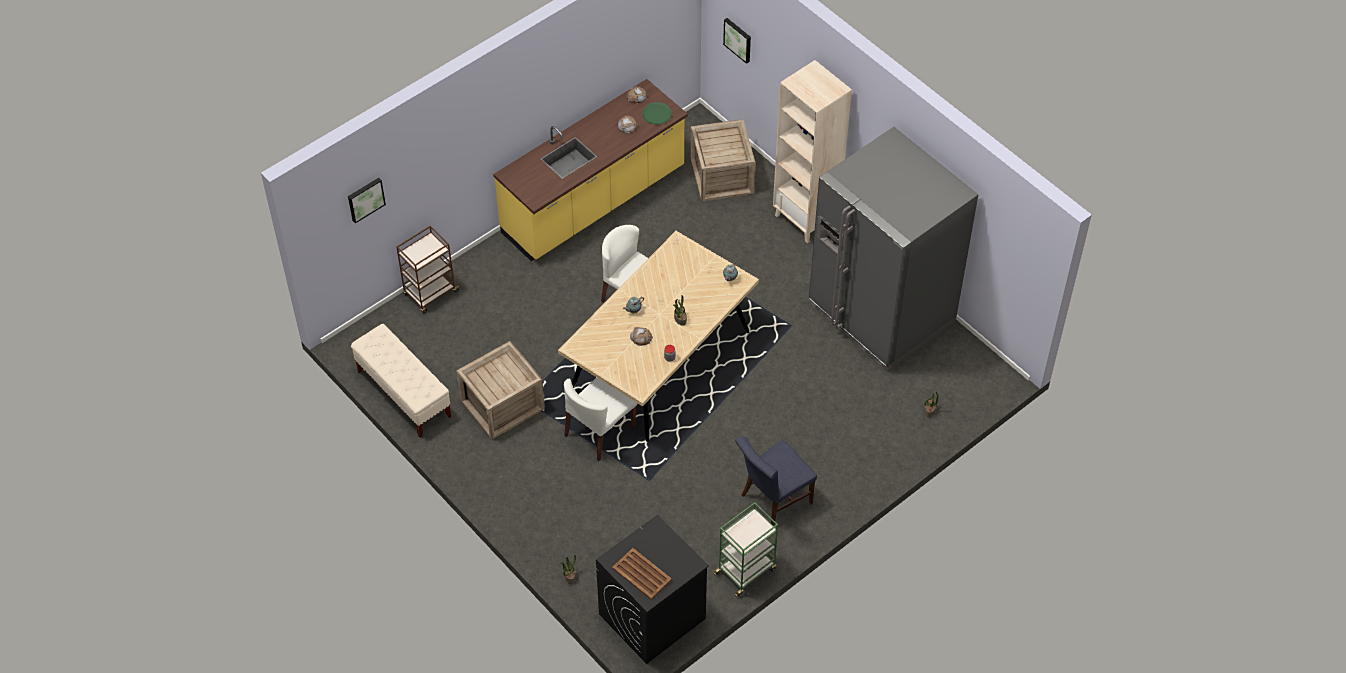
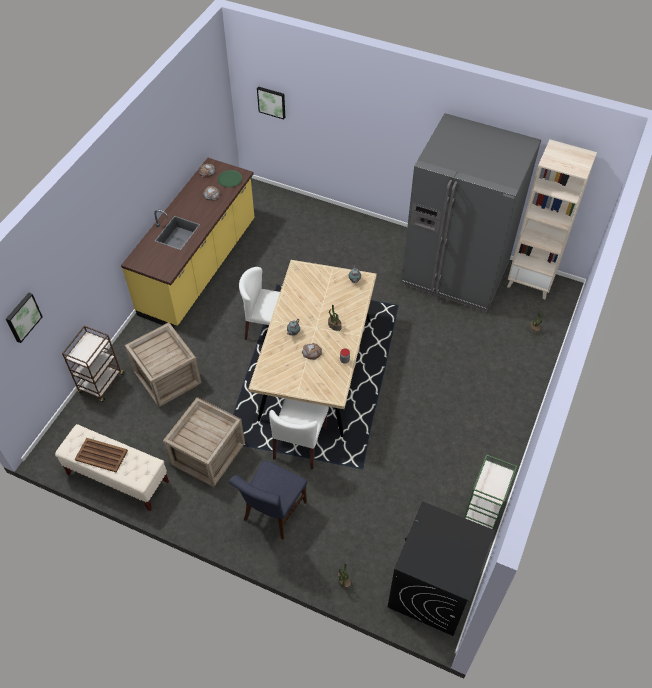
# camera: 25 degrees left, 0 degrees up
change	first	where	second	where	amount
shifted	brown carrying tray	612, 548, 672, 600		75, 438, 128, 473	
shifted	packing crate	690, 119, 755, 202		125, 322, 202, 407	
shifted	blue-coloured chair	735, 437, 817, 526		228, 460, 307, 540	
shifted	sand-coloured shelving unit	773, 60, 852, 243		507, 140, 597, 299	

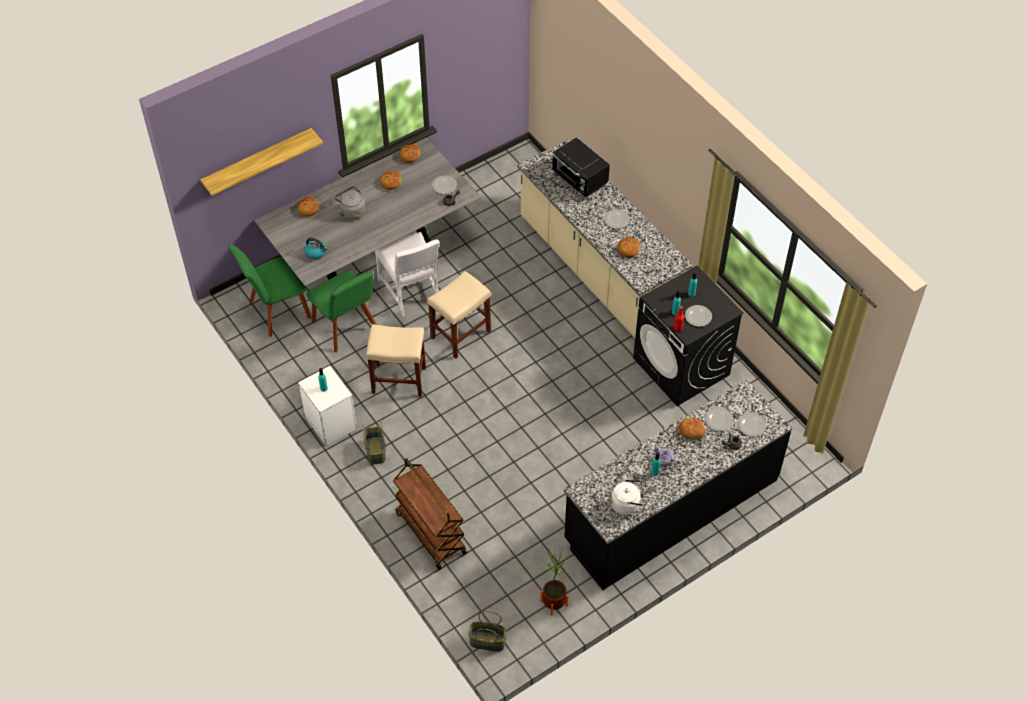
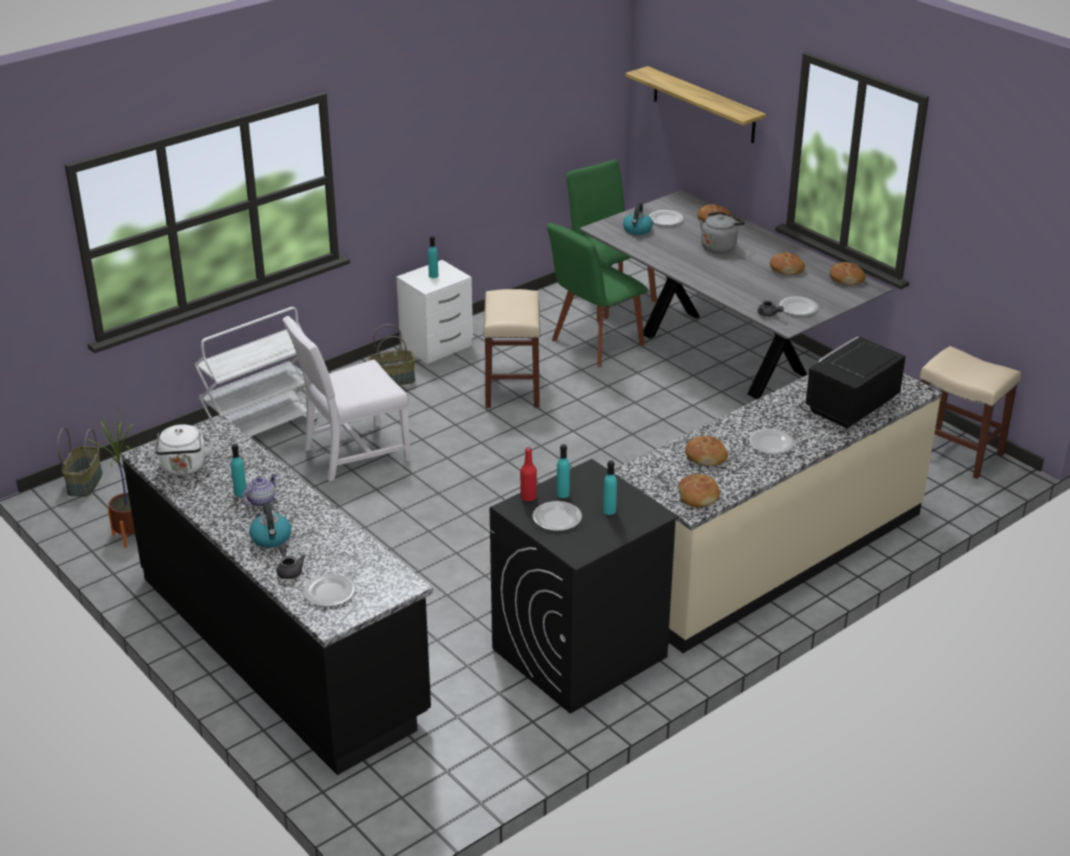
# camera: 85 degrees right, 20 degrees down
change	first	where	second	where	amount
repainted	brown trolley	393, 458, 467, 570	white-coloured trolley	194, 307, 318, 437	
new			tea kettle	249, 502, 291, 548	
shifted	white-coloured chair	375, 232, 439, 316		282, 316, 411, 481	
shifted	flat dish	705, 407, 733, 431		649, 210, 684, 226	
shifted	bread	679, 418, 706, 440		678, 474, 720, 507	
shifted	sand-coloured sitting stool	427, 271, 491, 359		920, 346, 1021, 479	

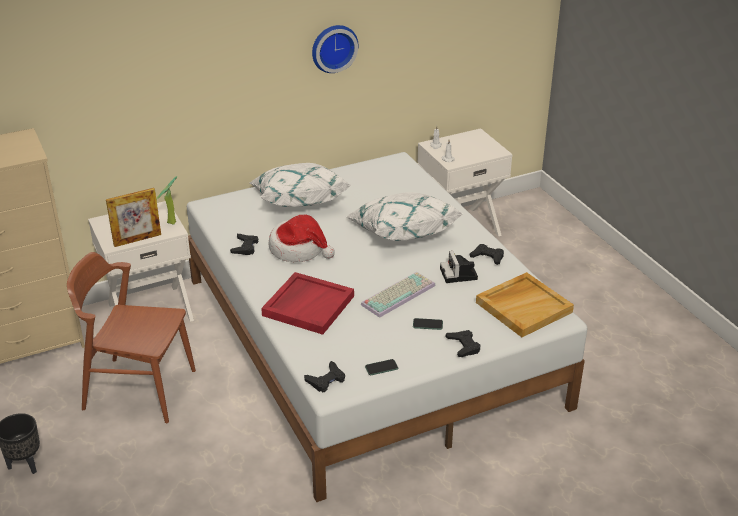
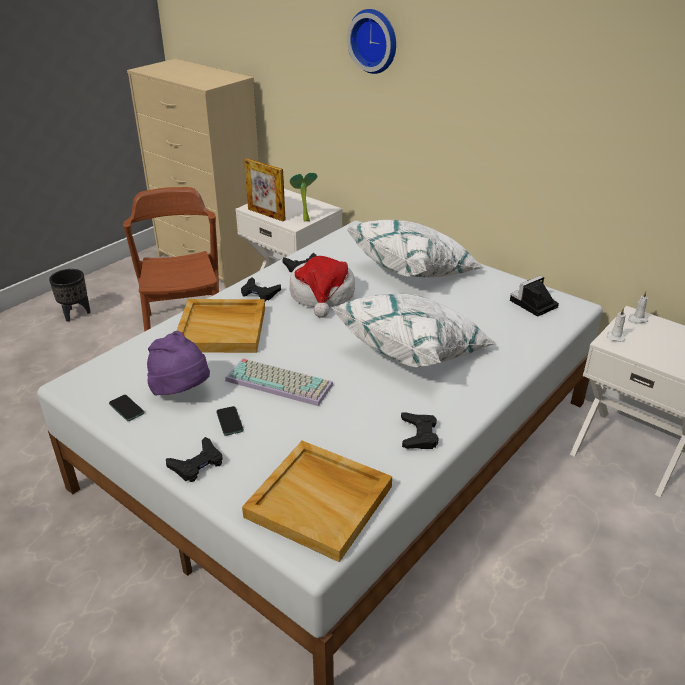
# camera: 65 degrees right, 0 degrees up
change	first	where	second	where	amount
new			purple clothing hat	147, 331, 210, 396	
repainted	red carrying tray	261, 272, 354, 335	sand-coloured carrying tray	177, 299, 265, 353	
shifted	blackish game controller	304, 361, 345, 392		241, 277, 281, 302	
shifted	wall clock	312, 25, 358, 73		347, 9, 396, 74	
shifted	photo camera	440, 251, 478, 283		510, 276, 559, 317	

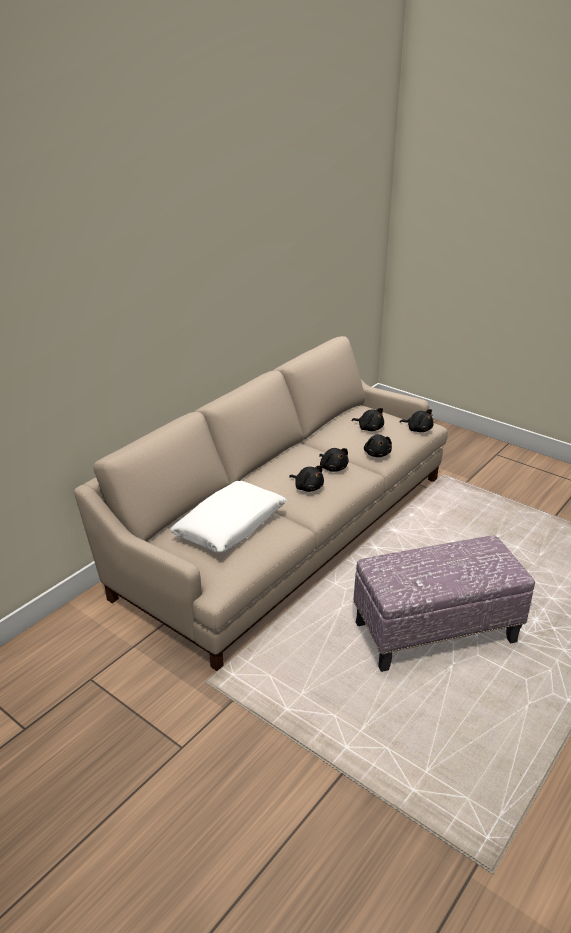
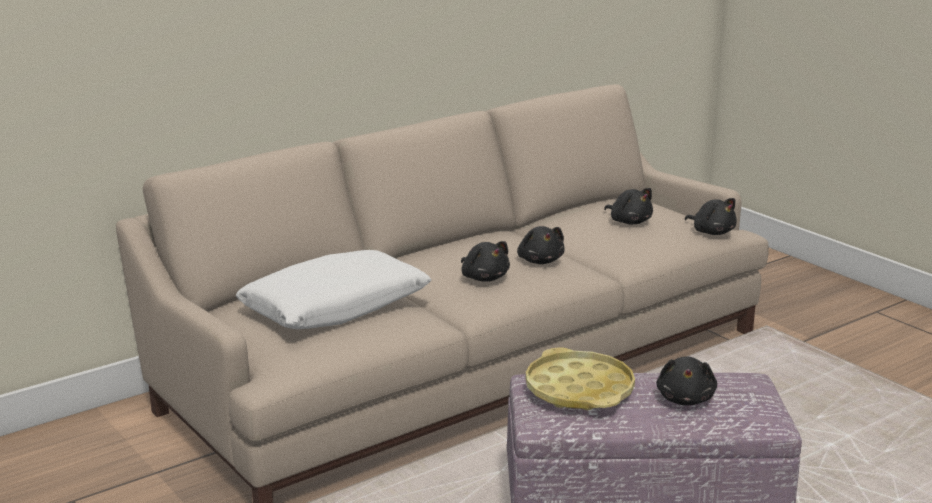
# camera: 15 degrees right, 10 degrees down
change	first	where	second	where	amount
new			yellowish carrying tray	526, 347, 635, 410	
shifted	blackish plush toy	364, 434, 392, 457		656, 356, 717, 405	

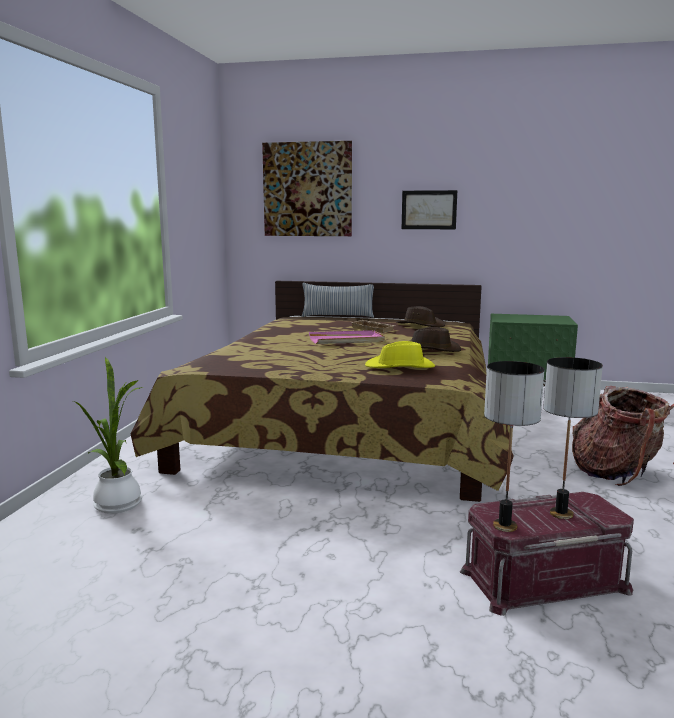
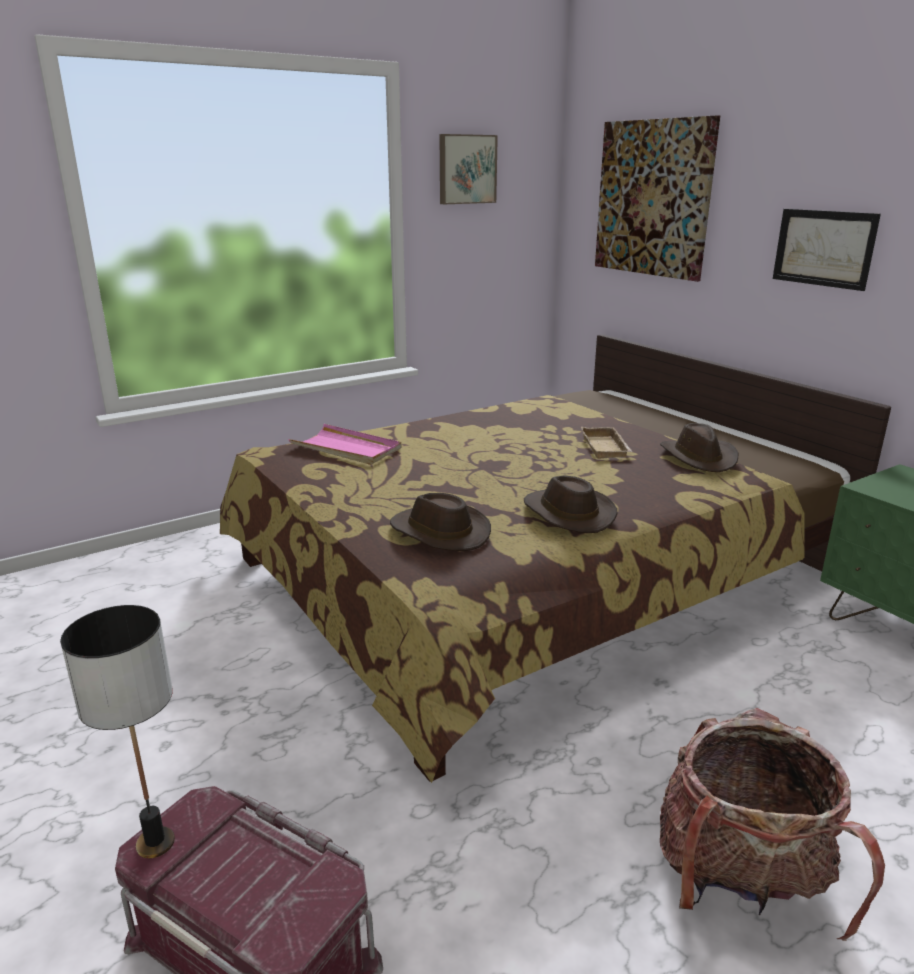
# camera: 45 degrees right, 10 degrees up
change	first	where	second	where	amount
shifted	pink-coloured carrying tray	309, 330, 385, 344		288, 424, 401, 465	
repainted	yellowish clothing hat	365, 341, 435, 368	brown clothing hat	390, 493, 491, 551	
new			wall art	439, 134, 498, 204	
gone	potted plant	73, 357, 143, 514			
gone	pillow	302, 283, 374, 318			
gone	lamp for a table	543, 357, 603, 519			

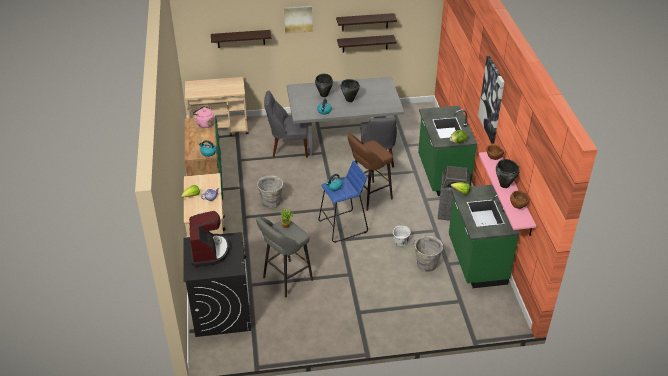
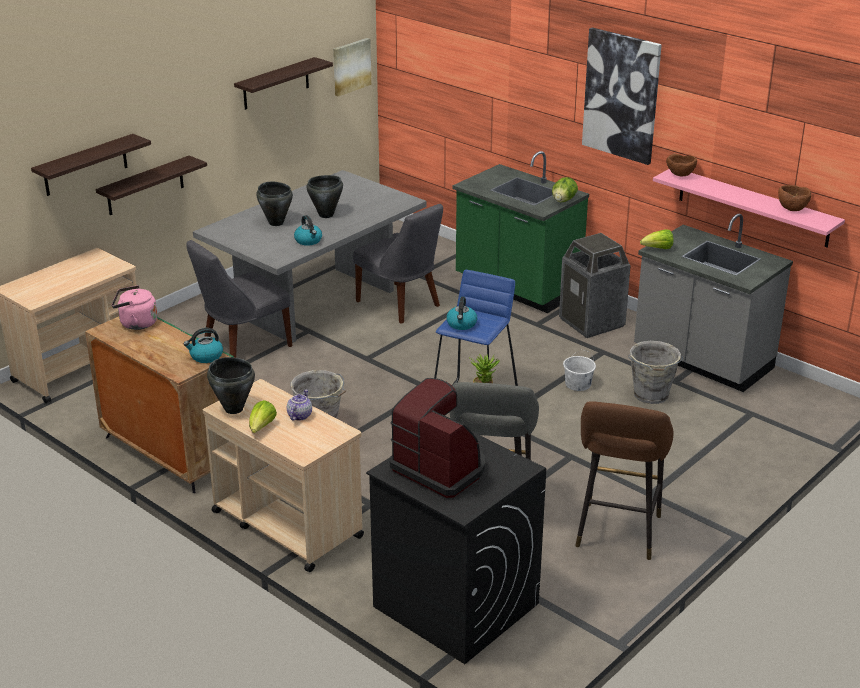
# camera: 40 degrees left, 10 degrees down
change	first	where	second	where	amount
shifted	bracket shelf	337, 35, 397, 53		96, 155, 207, 215	
shifted	blackish stockpot	496, 159, 519, 188		207, 357, 255, 414	
shifted	wall art	284, 6, 313, 34		333, 38, 371, 96	
shifted	brown sitting stool	348, 134, 393, 211		575, 401, 674, 560	
repainted	greenish kitchen base unit	449, 185, 520, 288	gray kitchen base unit	634, 214, 793, 392	

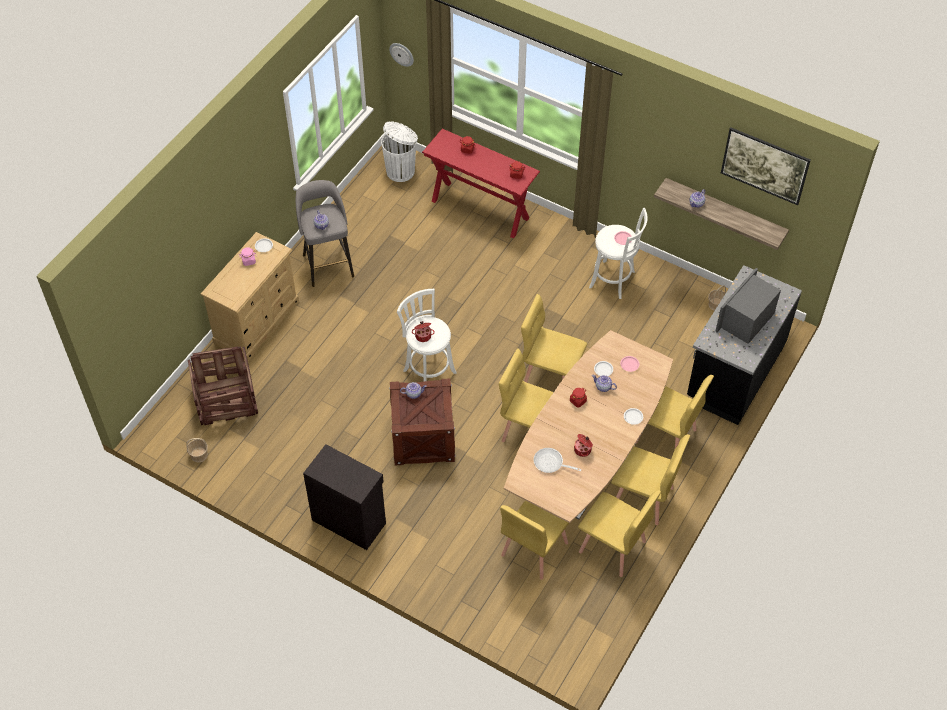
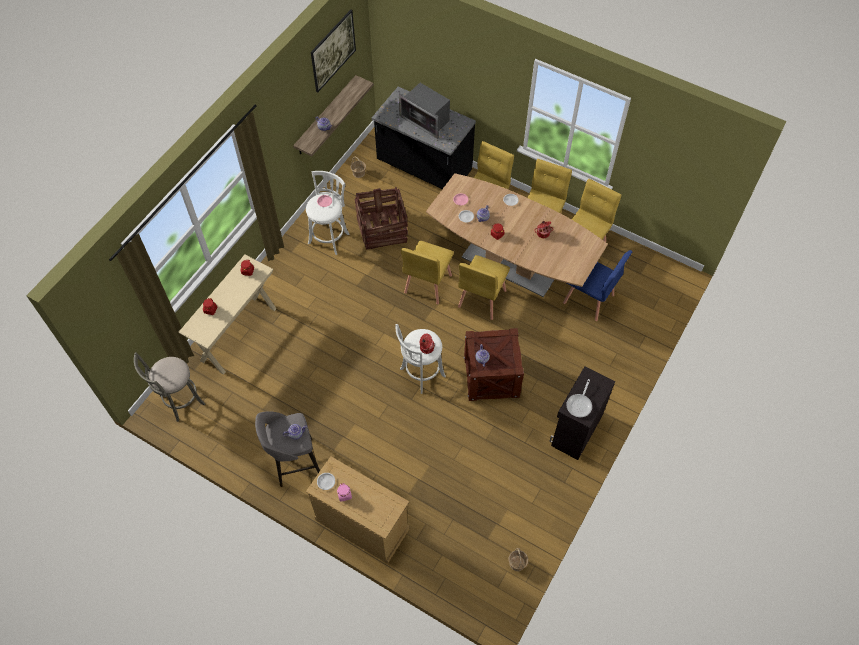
# camera: 90 degrees left, 5 degrees up
change	first	where	second	where	amount
swapped	white-coloured trash can	381, 121, 418, 182	gray sitting stool	134, 352, 205, 422	
repainted	red hall table	422, 129, 540, 239	sand-coloured hall table	178, 255, 277, 375	
shifted	packing crate	188, 346, 258, 425		355, 187, 408, 250	
repainted	yellowish chair	500, 500, 569, 580	blue-coloured chair	563, 250, 633, 321	
shifted	frying pan	534, 448, 581, 473		566, 379, 592, 417	
gone	wall clock	389, 43, 414, 67			

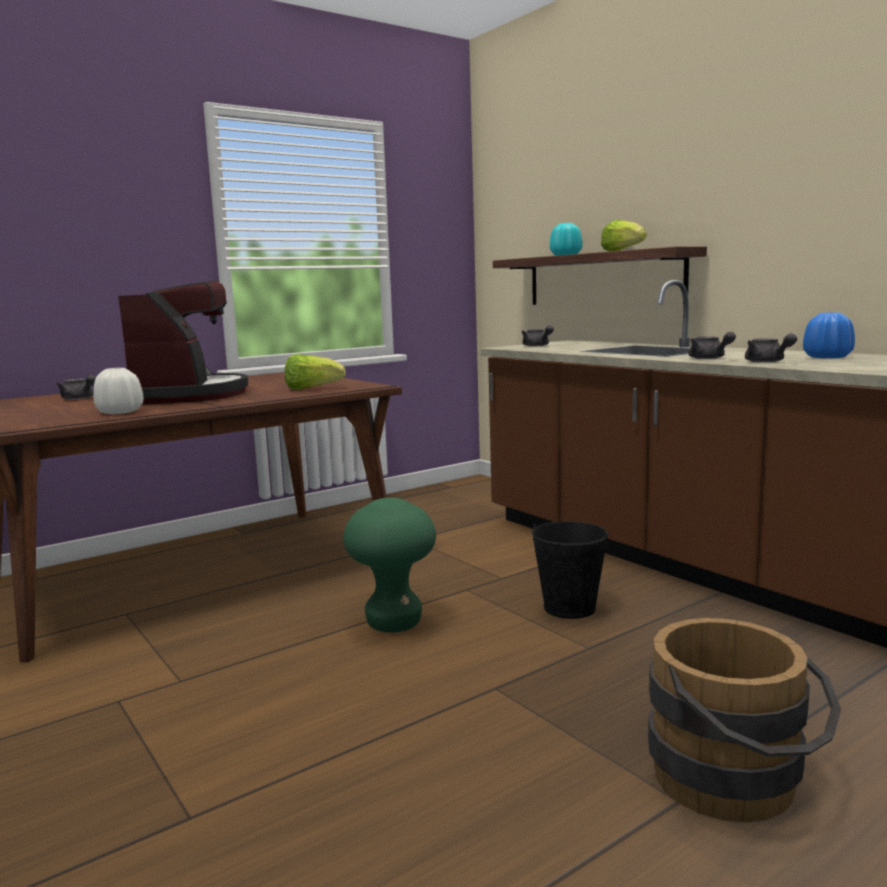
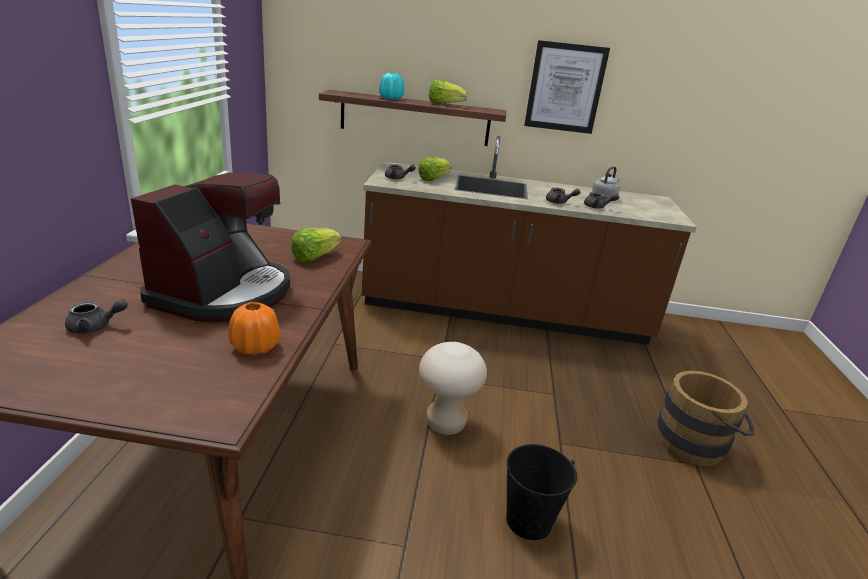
# camera: 50 degrees left, 15 degrees up
change	first	where	second	where	amount
rotated	coffee machine	118, 281, 248, 405		131, 173, 290, 322	75 degrees clockwise
repainted	white-coloured flower vase	94, 368, 143, 414	orangey flower vase	228, 302, 280, 356	
new			lettuce head	418, 157, 452, 181	
repainted	greenish sitting stool	343, 498, 436, 633	sand-coloured sitting stool	419, 342, 487, 435	
shifted	blackish water bucket	532, 521, 608, 619		506, 444, 577, 540	
new			wall art	524, 40, 610, 134	
swapped	blue-coloured flower vase	803, 312, 855, 359	gray tea kettle	592, 166, 620, 199	

